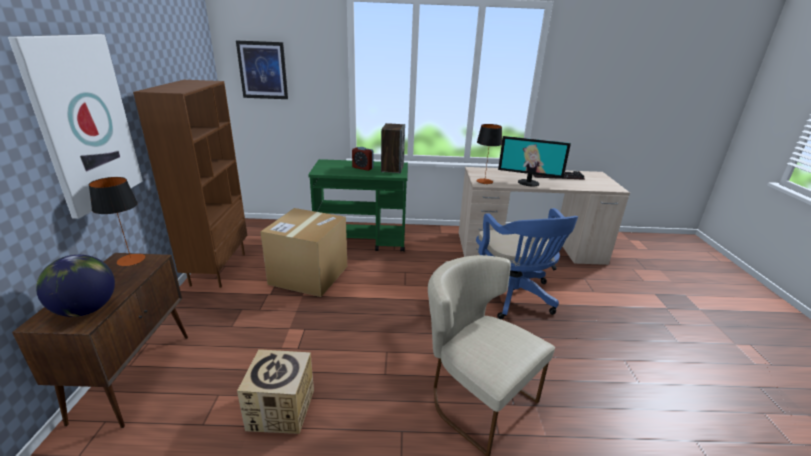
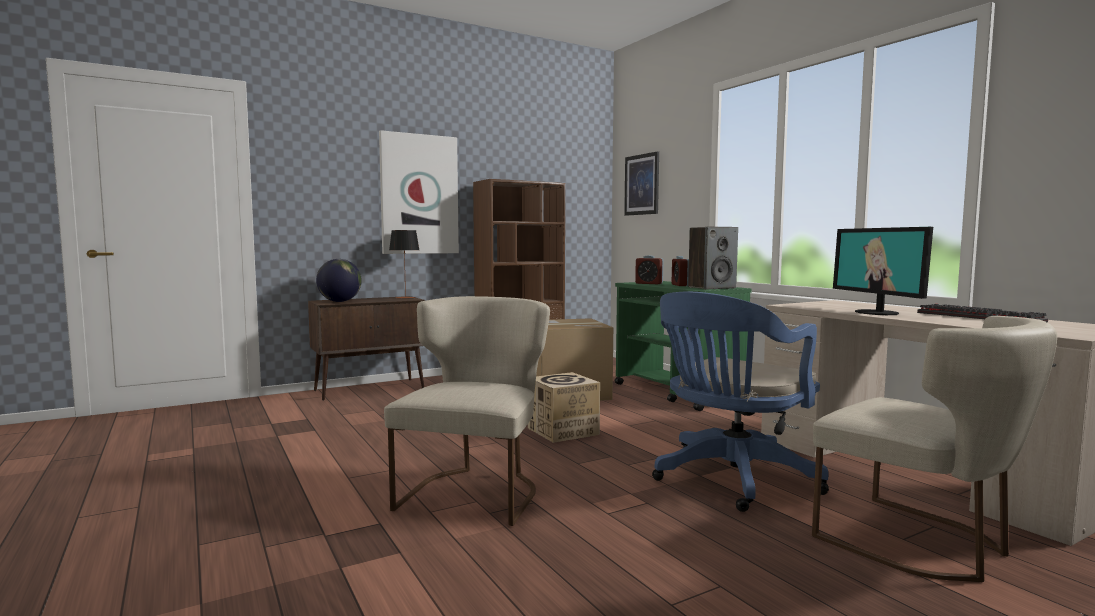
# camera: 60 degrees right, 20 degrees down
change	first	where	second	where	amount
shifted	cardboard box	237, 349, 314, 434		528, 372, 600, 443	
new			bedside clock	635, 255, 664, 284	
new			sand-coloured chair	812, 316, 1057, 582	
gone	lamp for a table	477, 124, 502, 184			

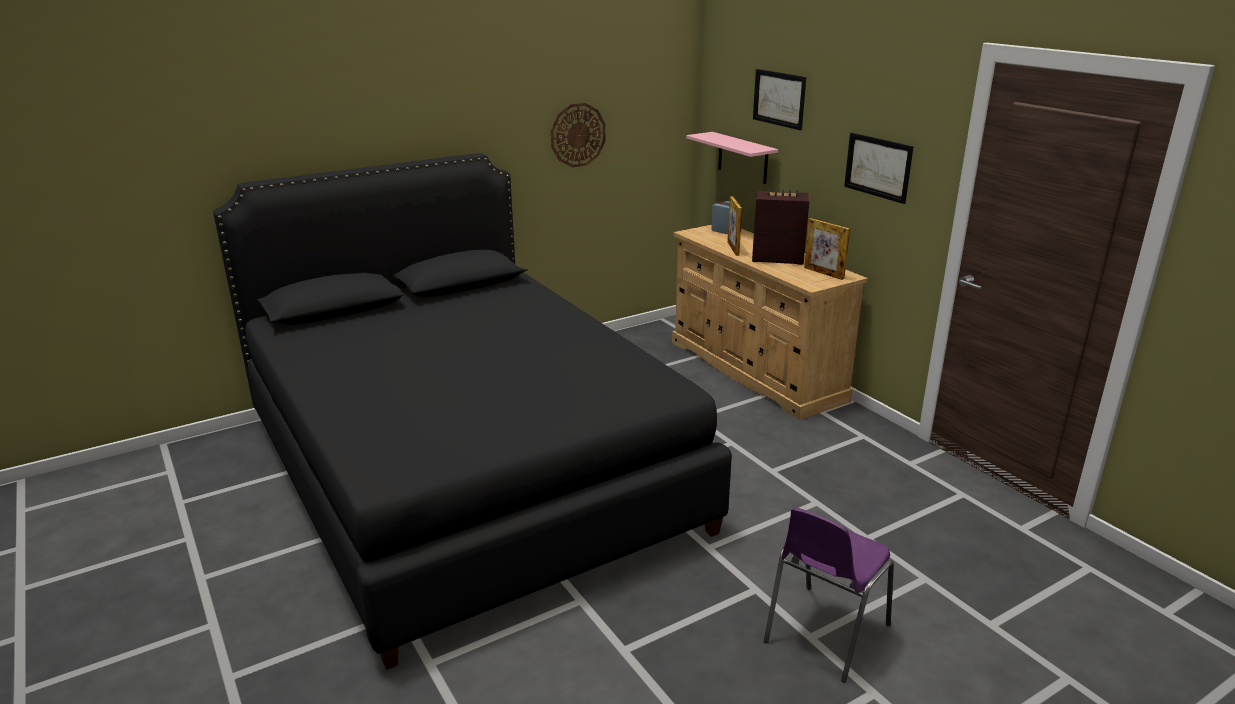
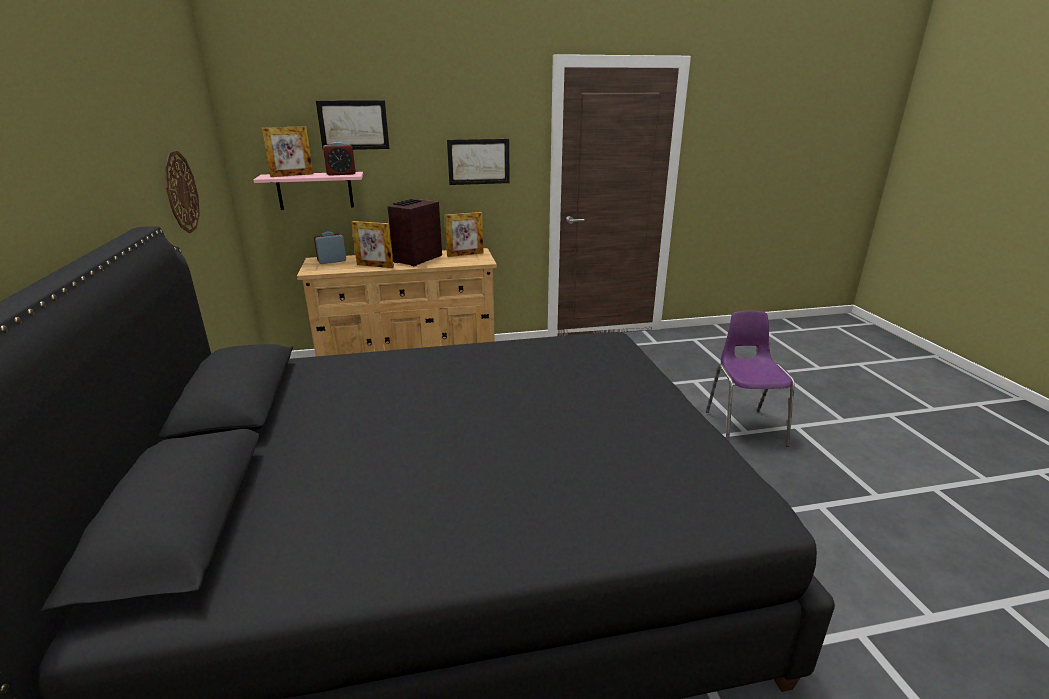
# camera: 70 degrees left, 0 degrees up
change	first	where	second	where	amount
new			photo frame	261, 126, 313, 177	
new			bedside clock	323, 142, 356, 176	
rotated	purple chair	764, 507, 894, 683		706, 310, 795, 447	150 degrees counterclockwise

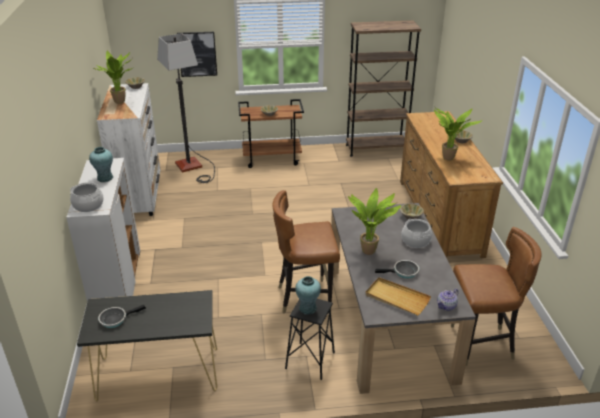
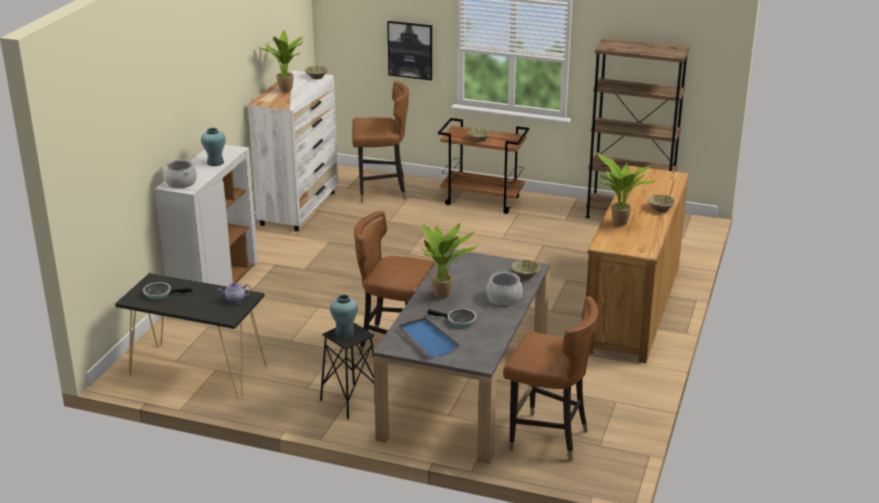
# camera: 25 degrees right, 5 degrees down
change	first	where	second	where	amount
shifted	pot for tea	437, 289, 459, 311		217, 283, 252, 304	
swapped	standing lamp	157, 33, 215, 183	brown chair	352, 81, 409, 203	
repainted	sand-coloured carrying tray	365, 277, 431, 316	blue-coloured carrying tray	398, 317, 460, 358	

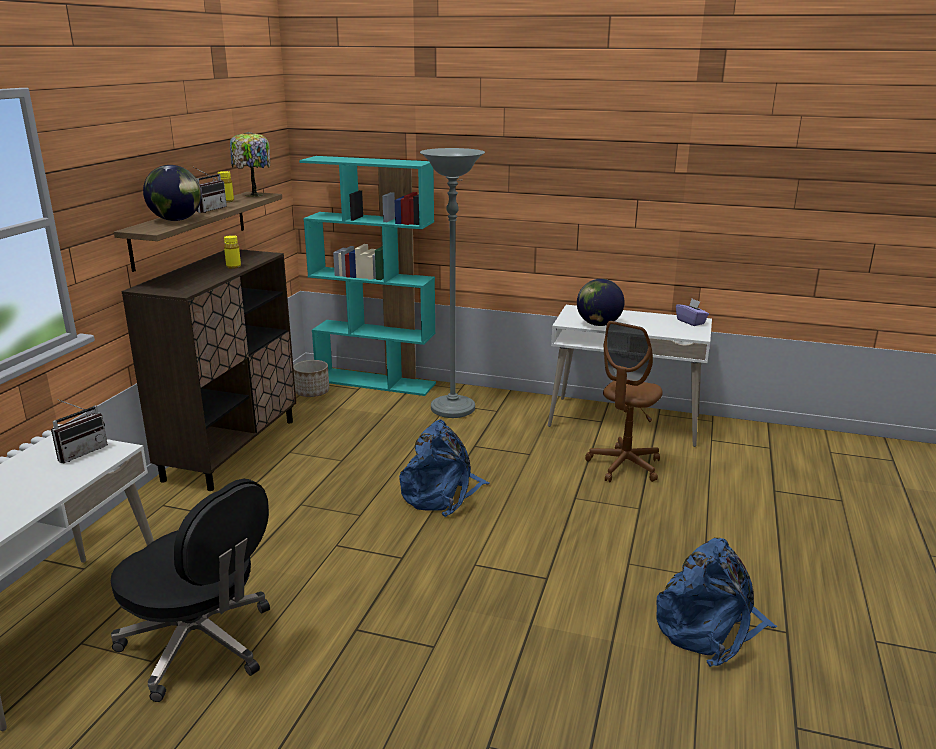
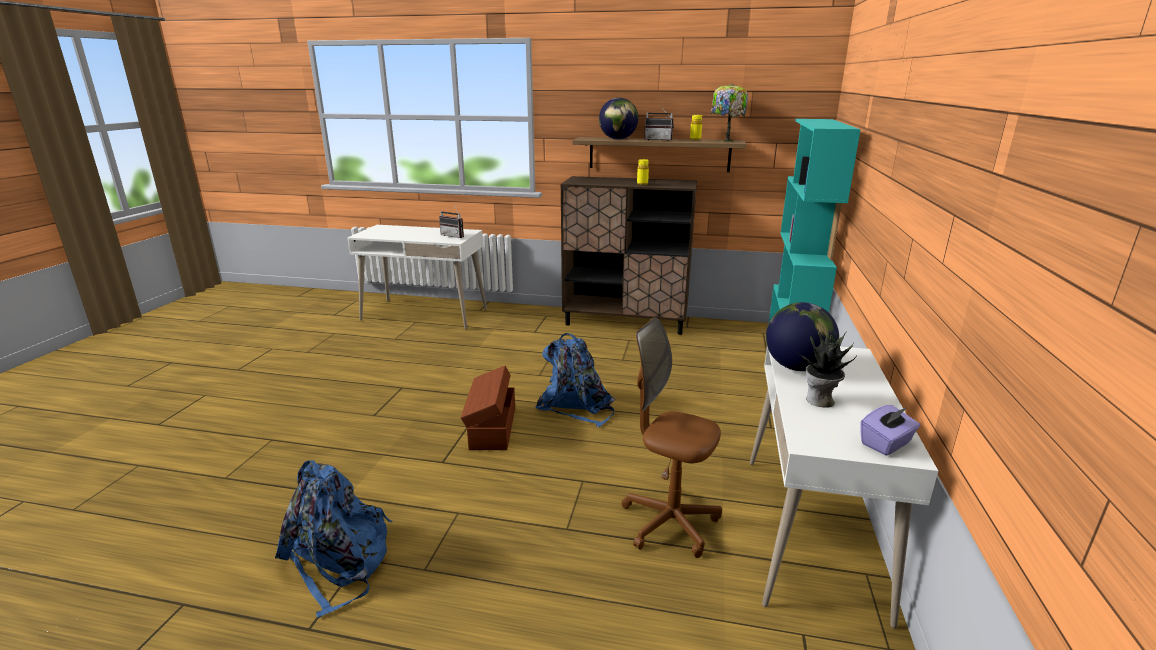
# camera: 85 degrees right, 0 degrees up
change	first	where	second	where	amount
new			brown storage container	461, 366, 515, 450	
new			potted plant	797, 329, 857, 408	
gone	blackish desk chair	111, 479, 270, 702			
gone	plant pot	293, 360, 329, 397			
gone	gray standing lamp	420, 148, 485, 418			

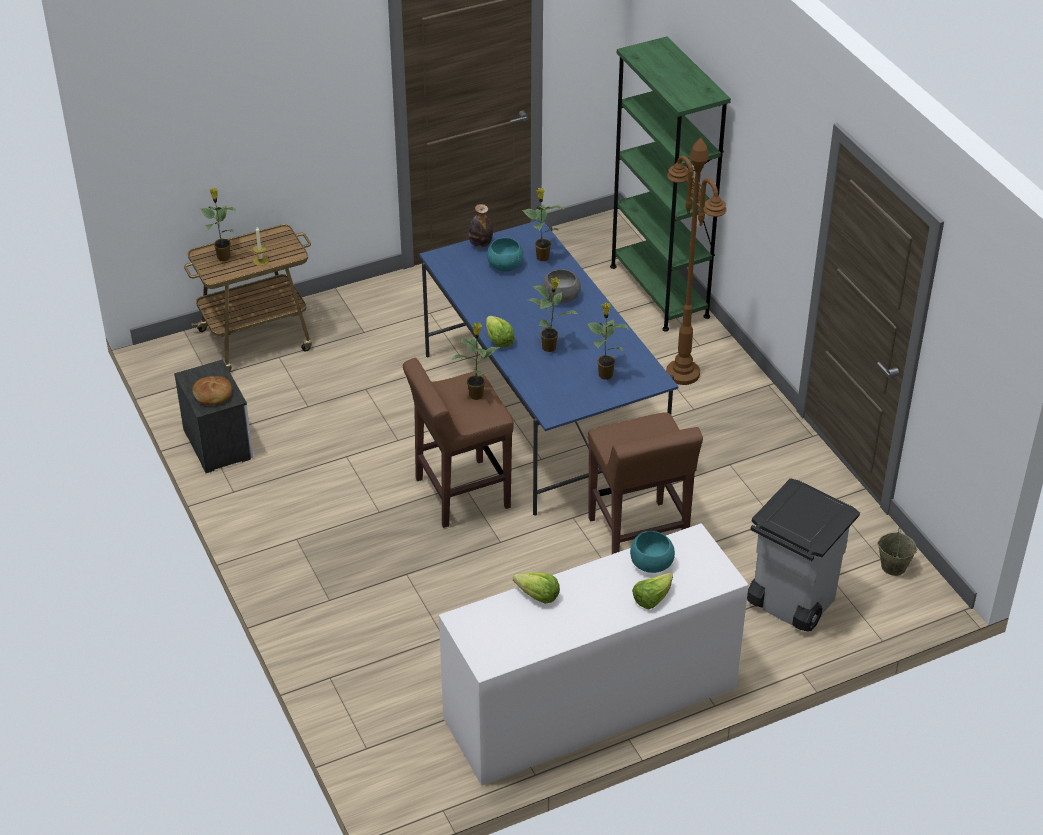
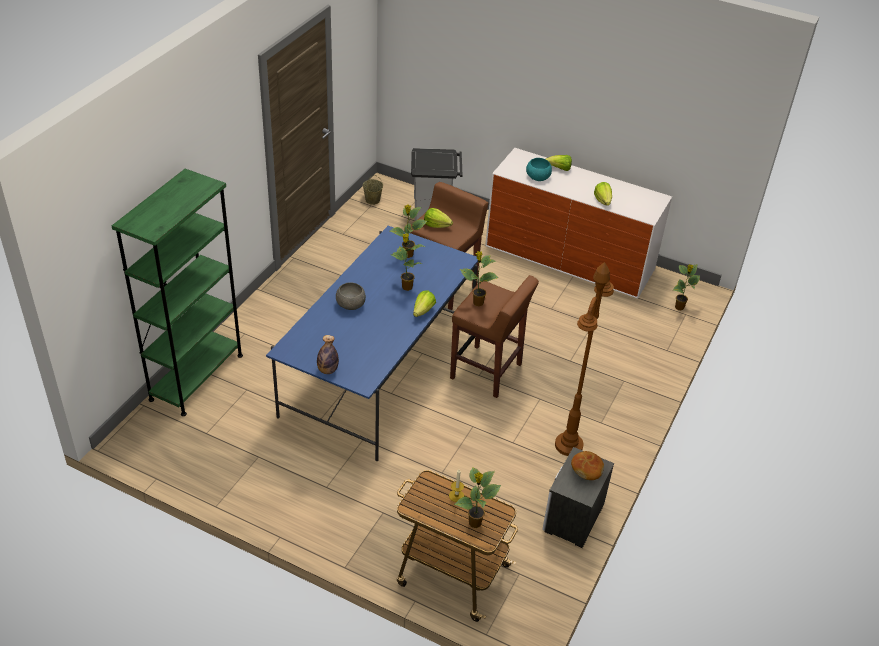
# camera: 130 degrees left, 0 degrees up
change	first	where	second	where	amount
new			lettuce head	424, 208, 453, 228	
shifted	brown standing lamp	666, 137, 726, 385		555, 262, 614, 456	
shifted	potted plant	522, 188, 565, 261		673, 264, 700, 310	
gone	turquoise bowl	487, 238, 523, 272			

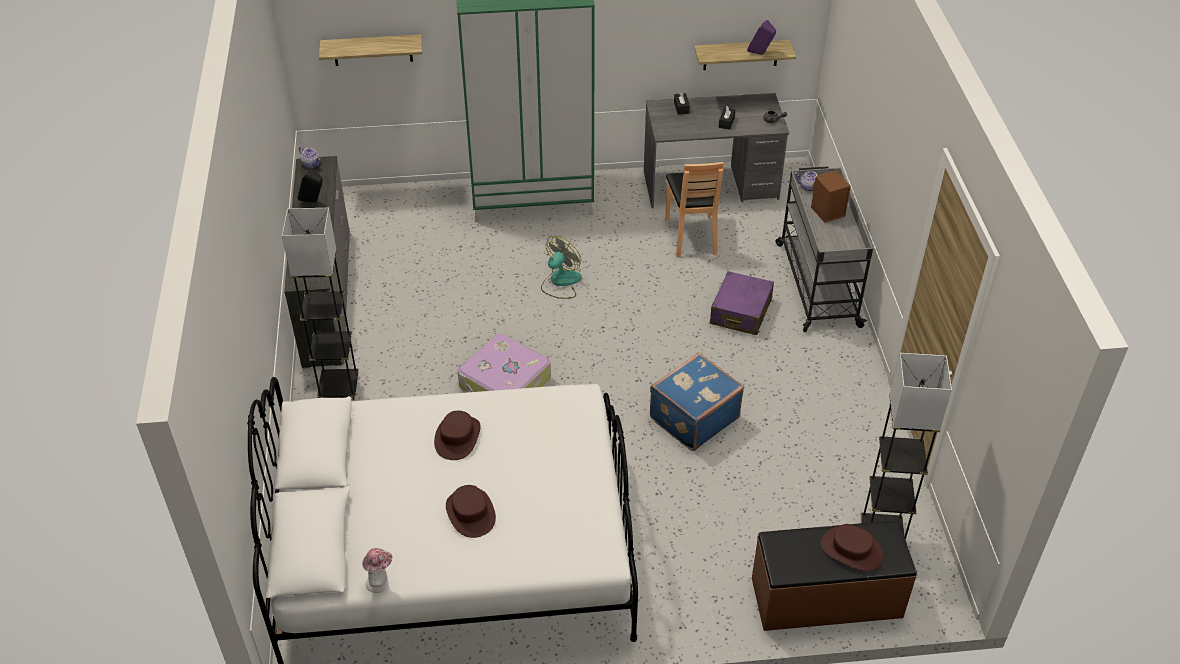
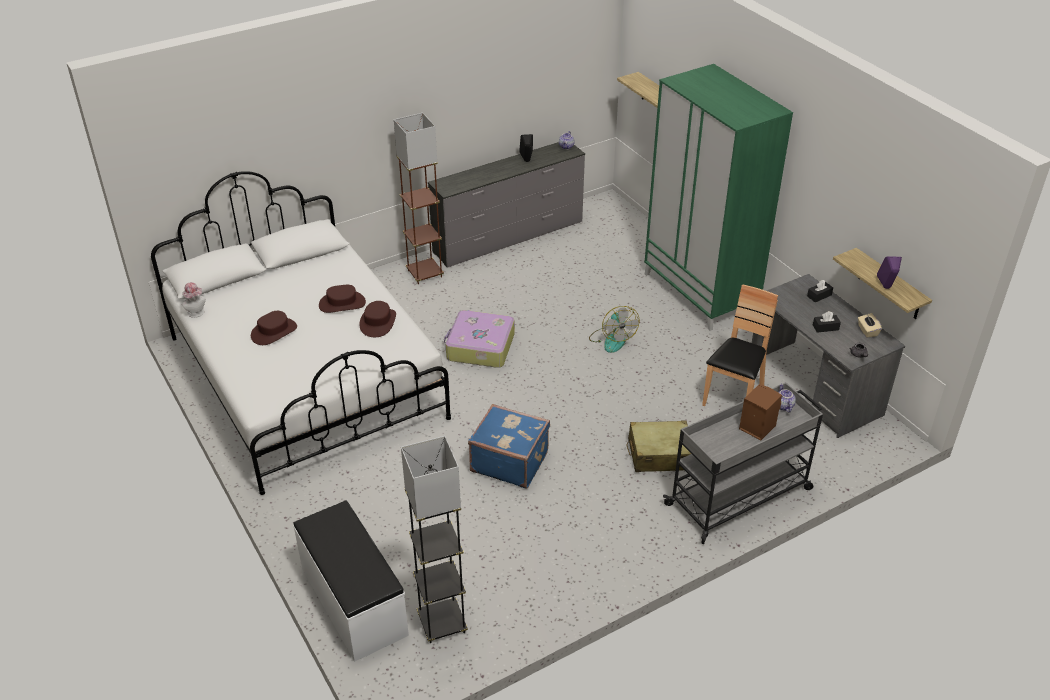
# camera: 65 degrees right, 5 degrees down
change	first	where	second	where	amount
repainted	brown indoor bench	752, 520, 917, 631	white-coloured indoor bench	293, 500, 409, 662	
shifted	brown clothing hat	821, 524, 883, 571		359, 301, 396, 337	
repainted	gray standing lamp	282, 208, 359, 400	brown standing lamp	394, 113, 444, 284	
rotated	fan	541, 236, 582, 299		589, 306, 640, 353	60 degrees clockwise
repainted	purple piece of luggage	710, 271, 774, 335	sand-coloured piece of luggage	626, 421, 691, 472	
rotated	brown chair	665, 162, 723, 257		702, 284, 778, 406	150 degrees clockwise
new			sand-coloured box of tissues	858, 313, 882, 337	

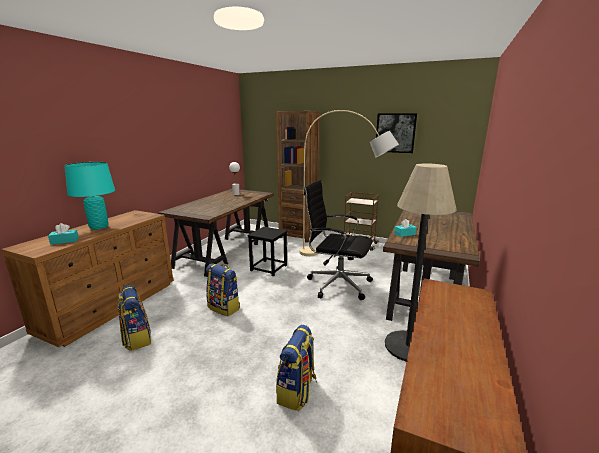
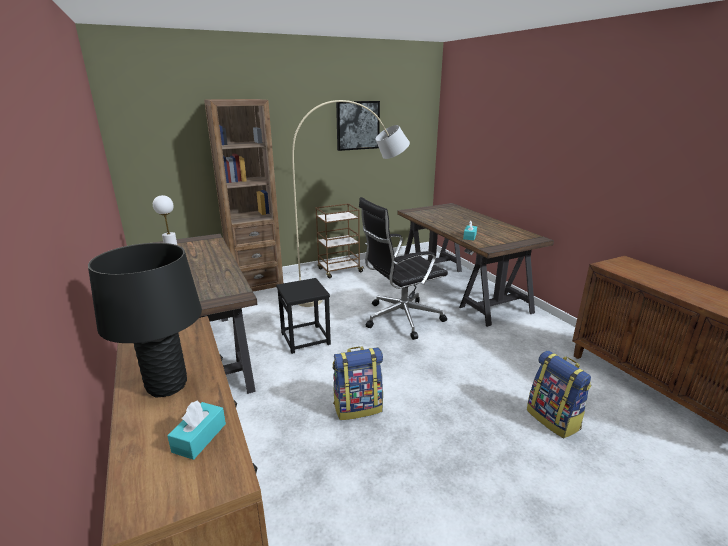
# camera: 50 degrees left, 5 degrees up
change	first	where	second	where	amount
repainted	turquoise lamp for a table	64, 162, 115, 230	blackish lamp for a table	88, 243, 202, 398	
gone	backpack	118, 285, 151, 351			
gone	standing lamp	385, 163, 457, 362			

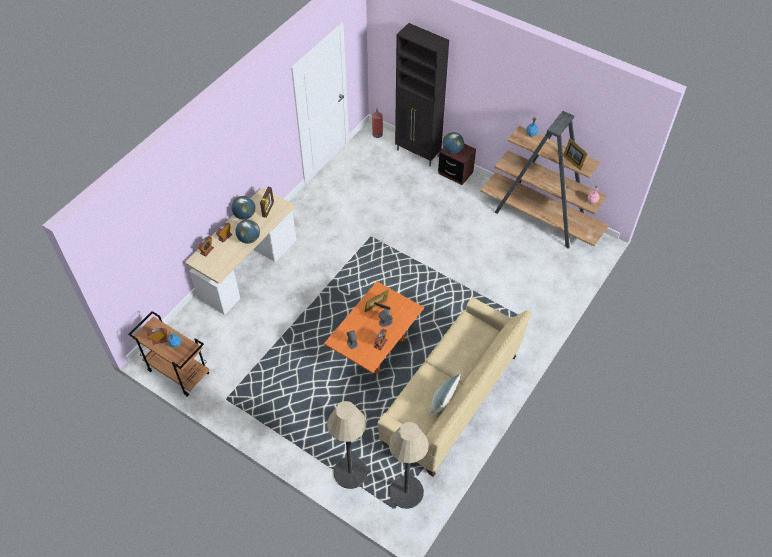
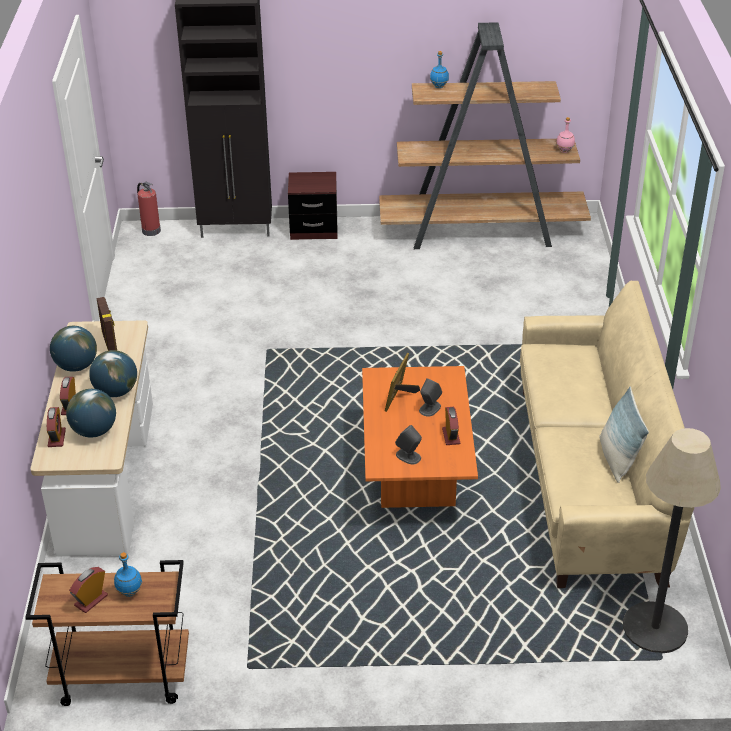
# camera: 35 degrees left, 15 degrees down
change	first	where	second	where	amount
shifted	desk globe	442, 132, 464, 154		66, 389, 116, 438	
gone	standing lamp	327, 401, 368, 489			
gone	photo frame	563, 139, 588, 170			

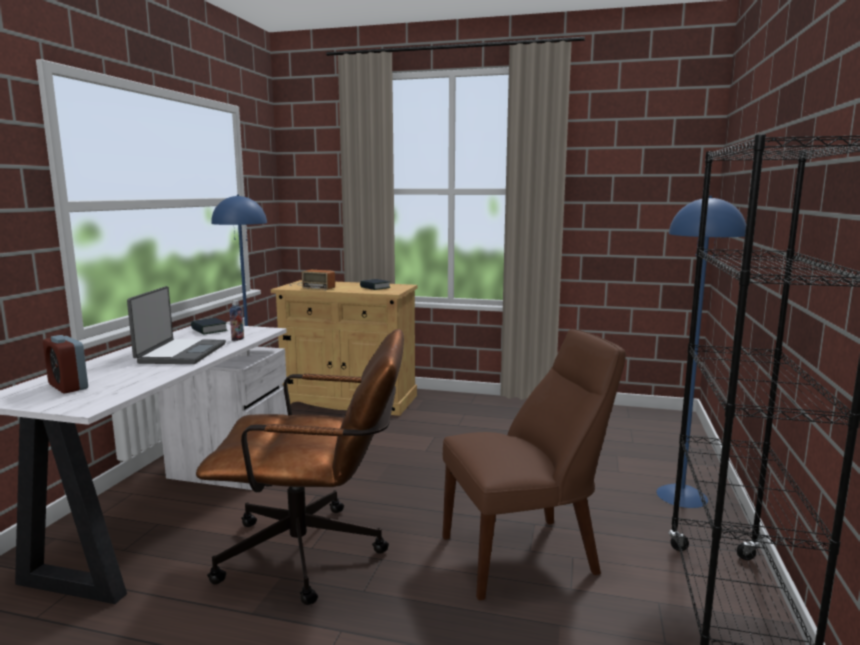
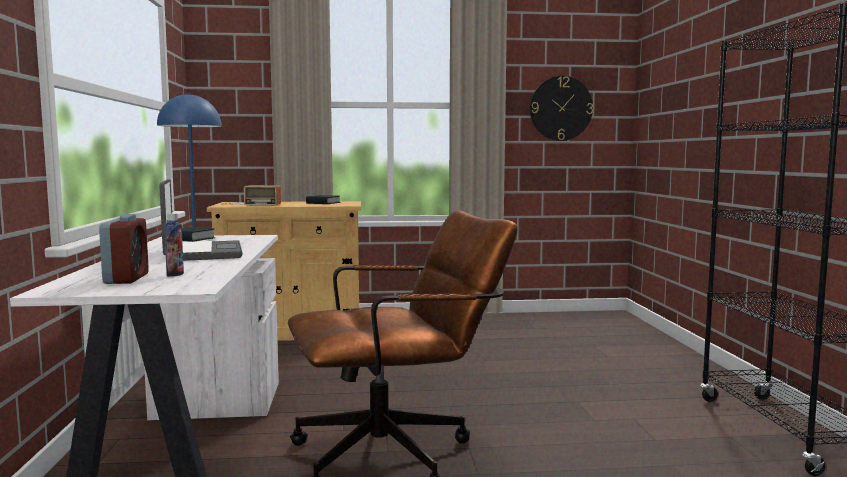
# camera: 20 degrees left, 5 degrees down
change	first	where	second	where	amount
rotated	bedside clock	43, 335, 88, 394		99, 214, 149, 284	120 degrees counterclockwise
shifted	bottle	230, 300, 244, 341		164, 213, 184, 277	
new			wall clock	530, 76, 593, 141	
gone	brown chair	442, 329, 626, 600			
gone	blue-coloured standing lamp	656, 196, 746, 508			

